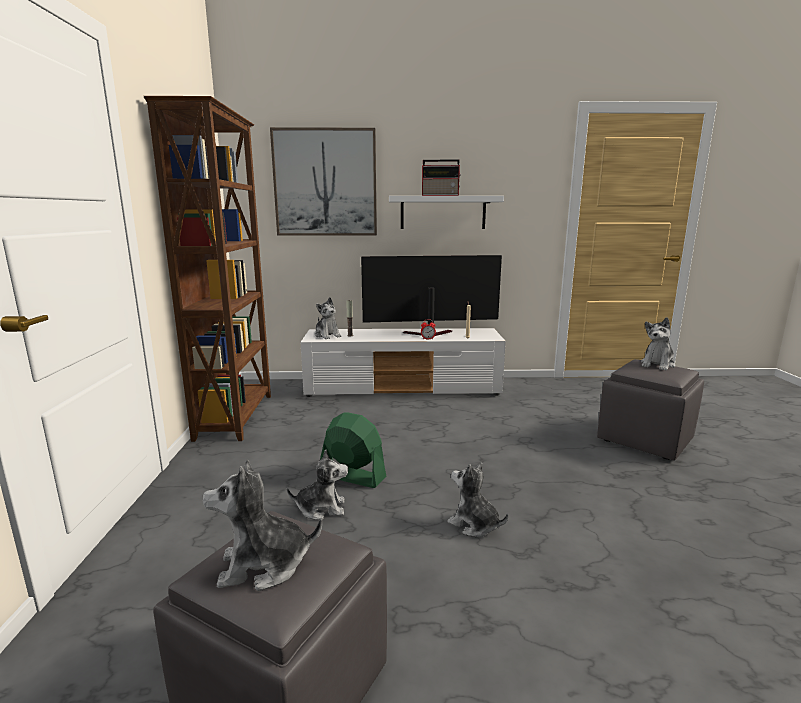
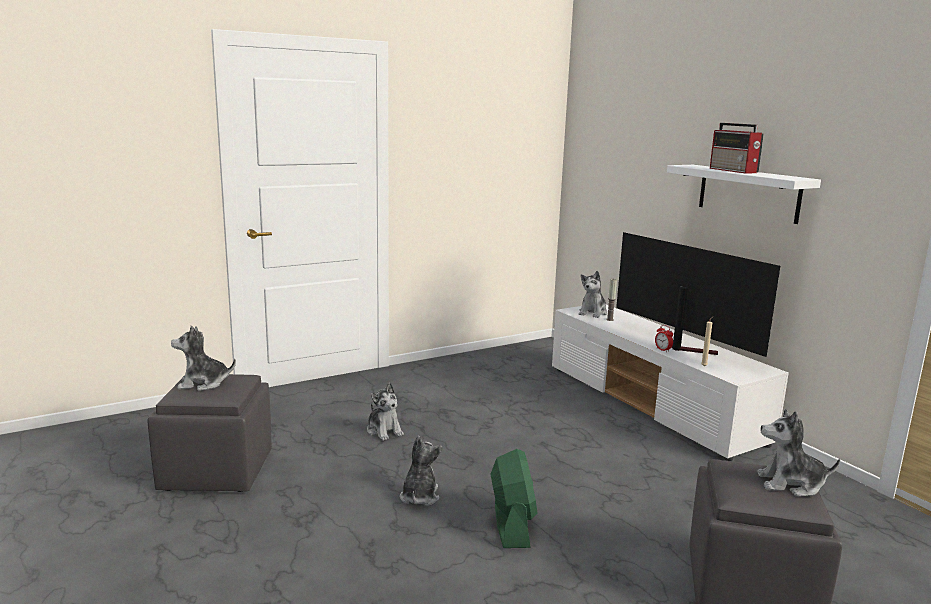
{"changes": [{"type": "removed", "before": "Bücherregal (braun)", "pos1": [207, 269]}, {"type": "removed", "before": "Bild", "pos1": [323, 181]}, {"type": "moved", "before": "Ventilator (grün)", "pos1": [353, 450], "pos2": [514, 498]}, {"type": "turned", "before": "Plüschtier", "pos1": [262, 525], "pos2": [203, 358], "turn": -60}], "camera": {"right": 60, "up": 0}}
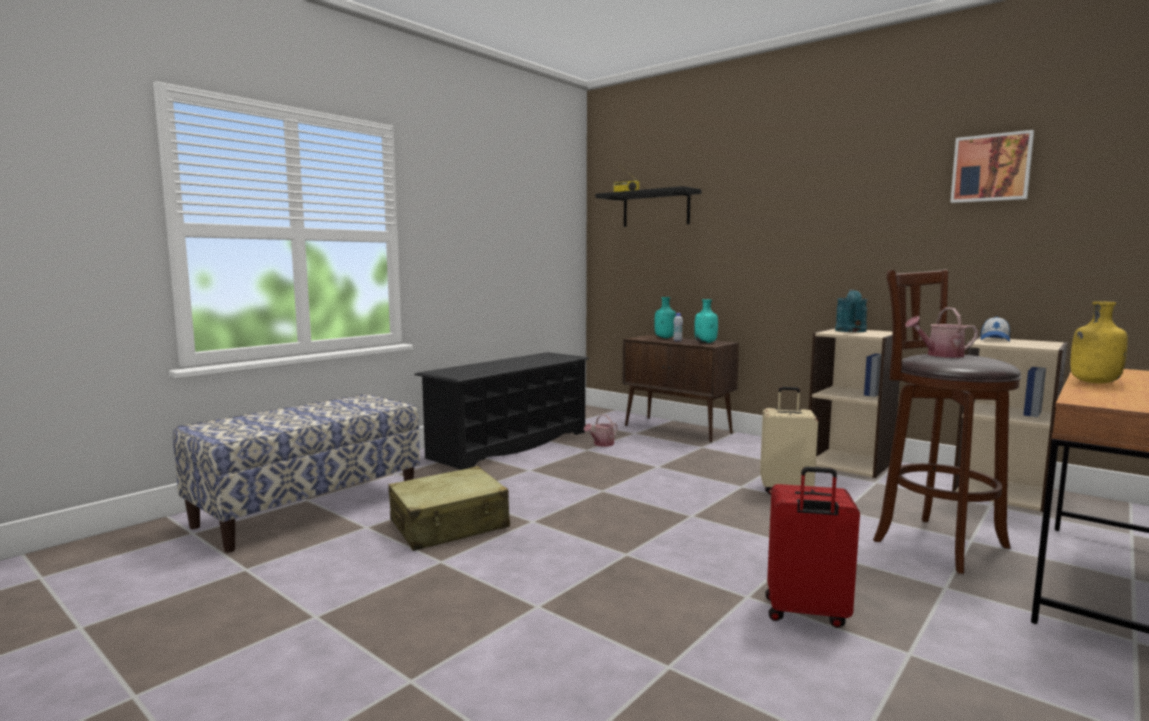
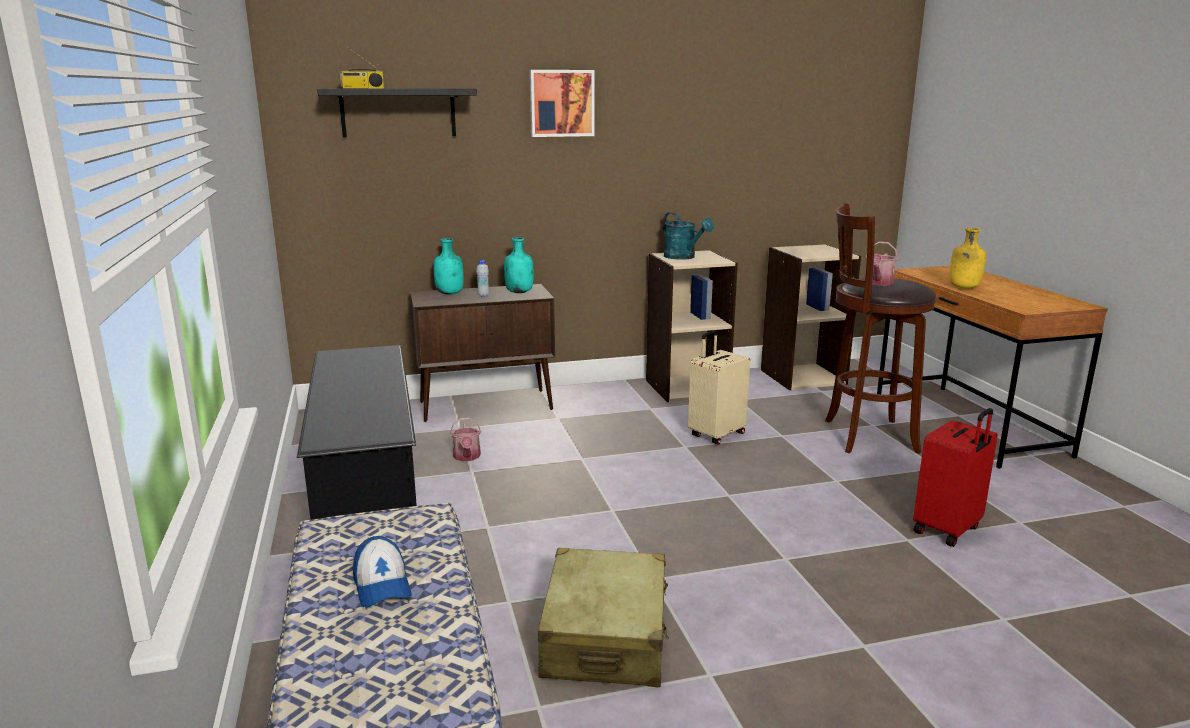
{"changes": [{"type": "moved", "before": "Bild", "pos1": [992, 166], "pos2": [561, 103]}, {"type": "moved", "before": "Kappe", "pos1": [995, 329], "pos2": [382, 572]}], "camera": {"right": -55, "up": 10}}
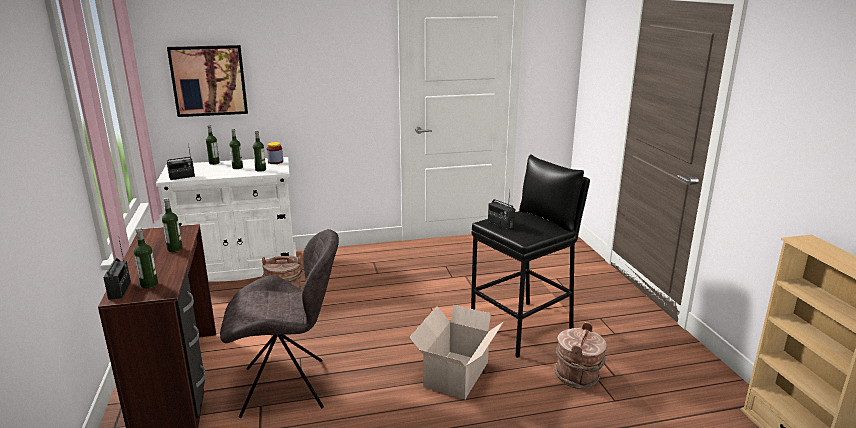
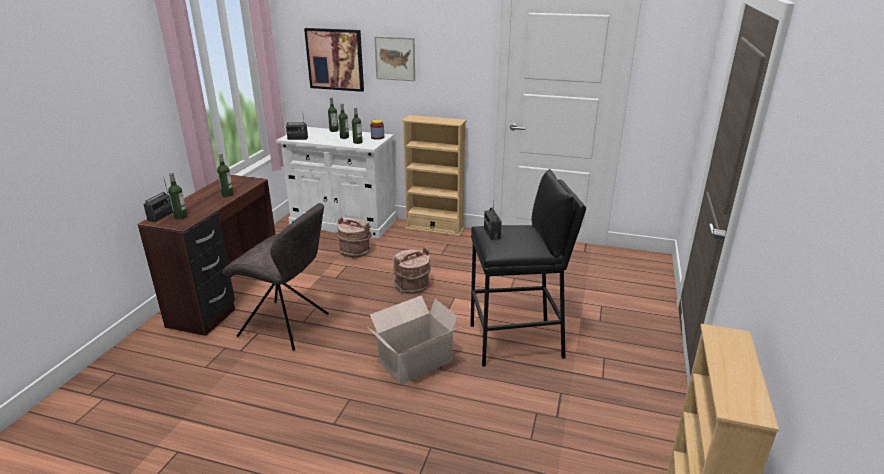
{"changes": [{"type": "moved", "before": "Eimer (braun)", "pos1": [580, 355], "pos2": [412, 270]}, {"type": "added", "after": "Bild", "pos2": [394, 58]}, {"type": "added", "after": "Bücherregal (beige)", "pos2": [434, 175]}], "camera": {"right": 30, "up": 5}}
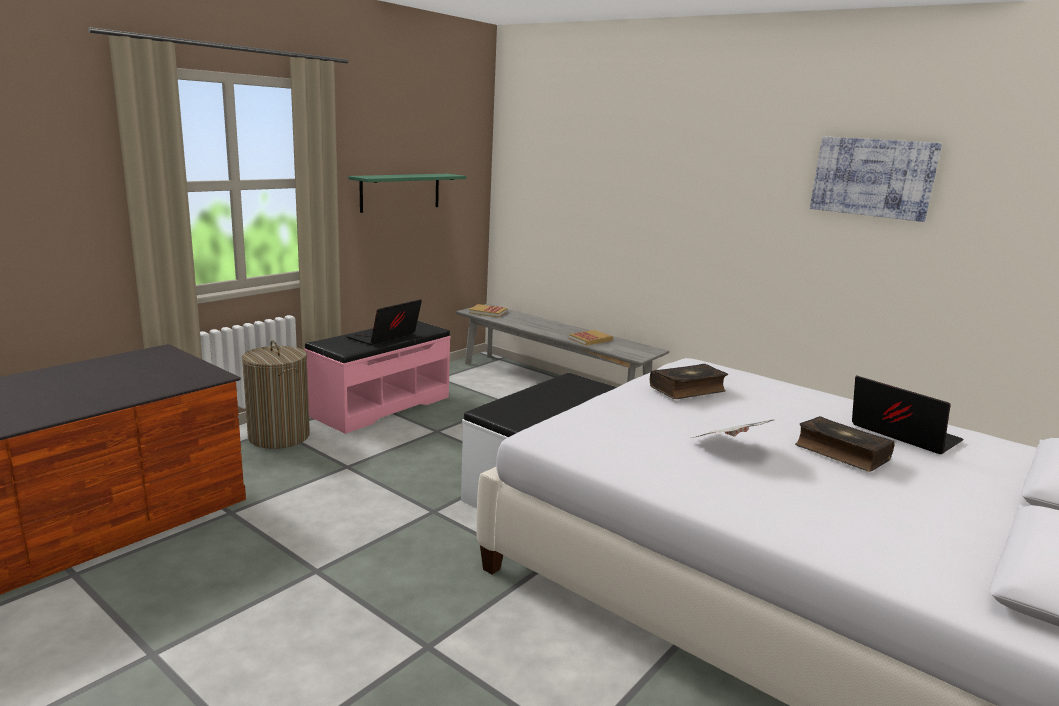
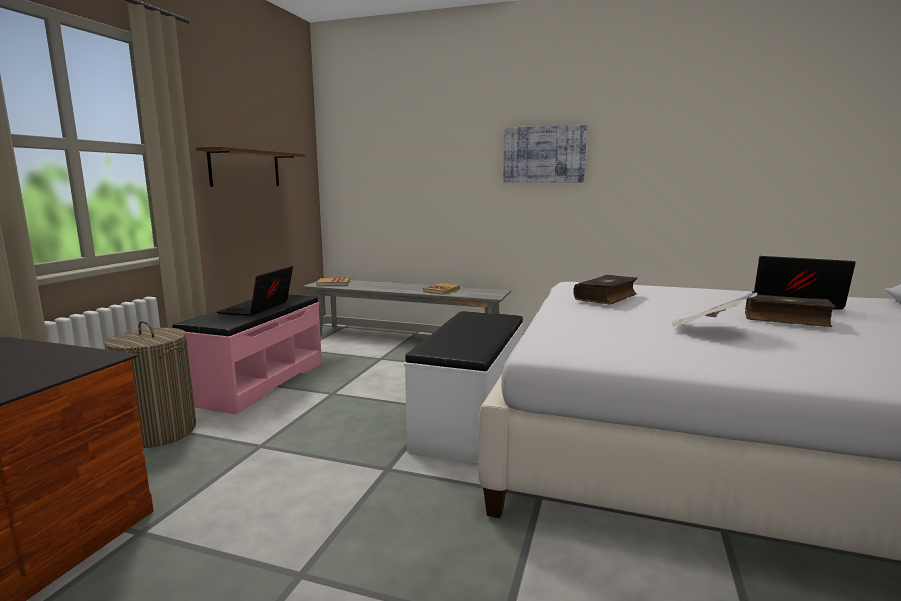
{"changes": [{"type": "moved", "before": "Bild", "pos1": [876, 179], "pos2": [545, 153]}, {"type": "recoloured", "before": "Wandregal (grün)", "after": "Wandregal (braun)", "pos1": [407, 193], "pos2": [250, 166]}], "camera": {"right": -20, "up": -5}}
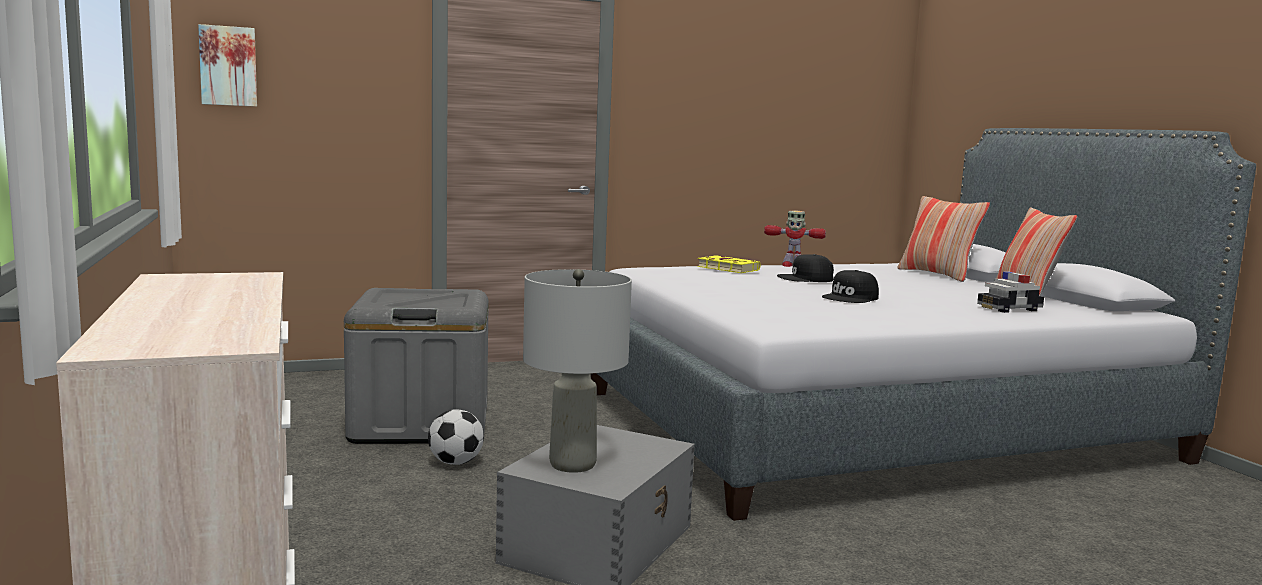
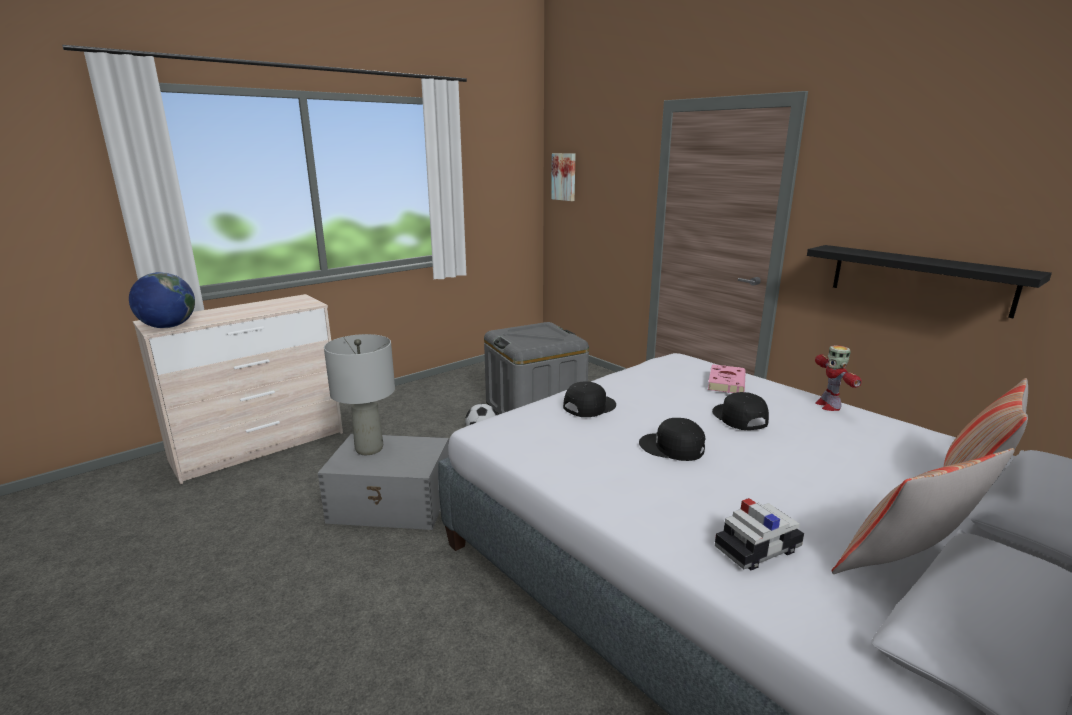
{"changes": [{"type": "recoloured", "before": "Buch (gelb)", "after": "Buch (rosa)", "pos1": [728, 264], "pos2": [727, 378]}, {"type": "turned", "before": "Spielzeugauto", "pos1": [1010, 292], "pos2": [759, 534], "turn": 105}, {"type": "added", "after": "Wandregal (schwarz)", "pos2": [929, 281]}, {"type": "added", "after": "Globus", "pos2": [162, 300]}, {"type": "added", "after": "Kappe (schwarz)", "pos2": [589, 399]}], "camera": {"right": 70, "up": 10}}
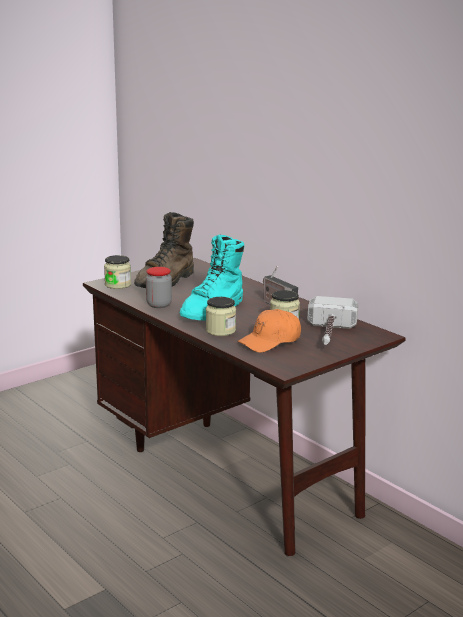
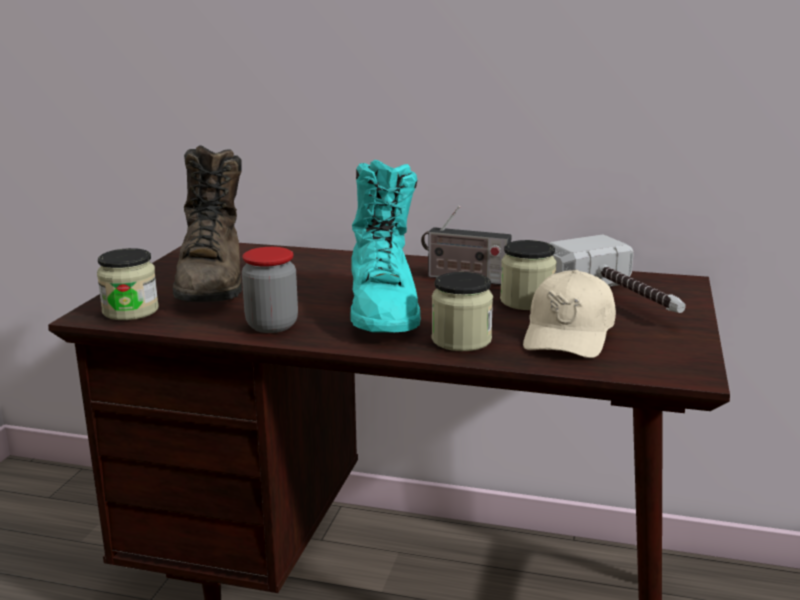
{"changes": [{"type": "recoloured", "before": "Kappe (orange)", "after": "Kappe (beige)", "pos1": [269, 331], "pos2": [569, 314]}], "camera": {"right": -35, "up": 0}}
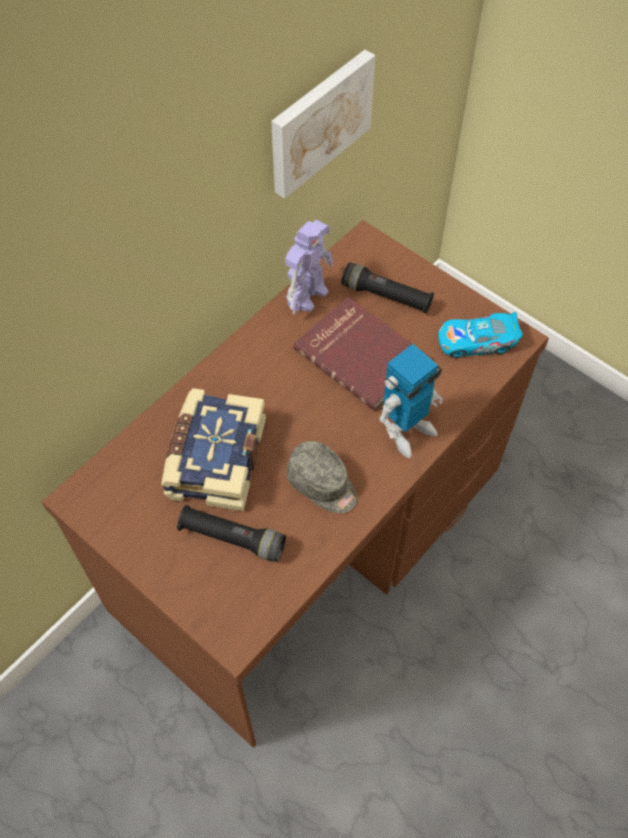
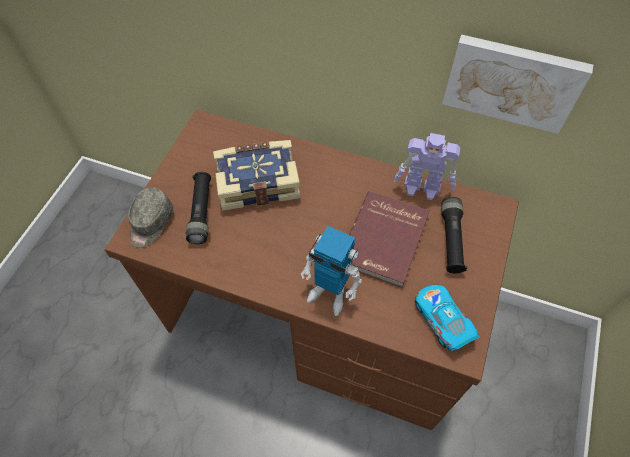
{"changes": [{"type": "moved", "before": "Kappe (grau)", "pos1": [322, 477], "pos2": [150, 217]}], "camera": {"right": 70, "up": 0}}
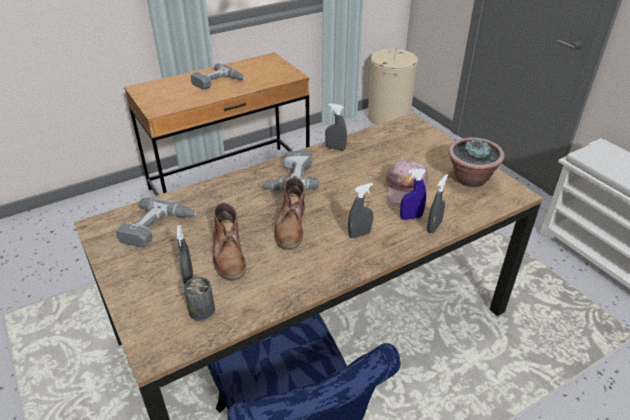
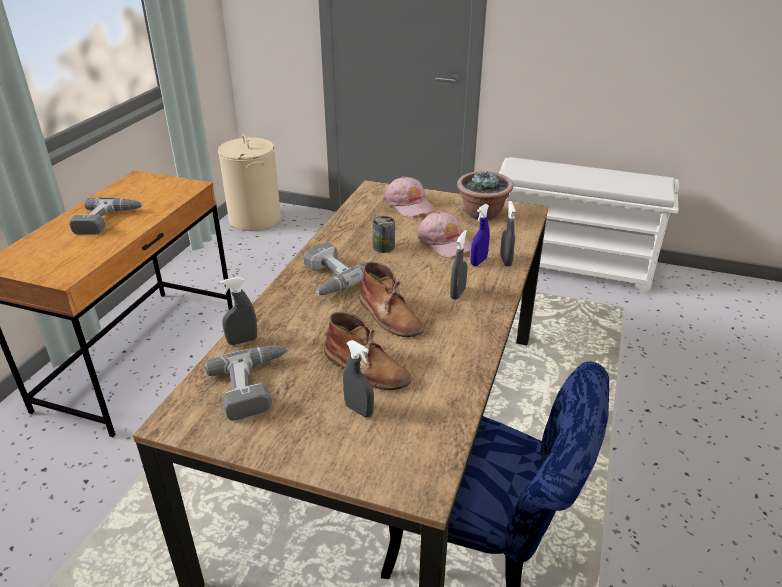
{"changes": [{"type": "moved", "before": "Sprühflasche (grau)", "pos1": [336, 127], "pos2": [238, 311]}, {"type": "moved", "before": "Dose", "pos1": [199, 299], "pos2": [383, 234]}, {"type": "added", "after": "Kappe (rosa)", "pos2": [409, 197]}], "camera": {"right": -40, "up": -5}}
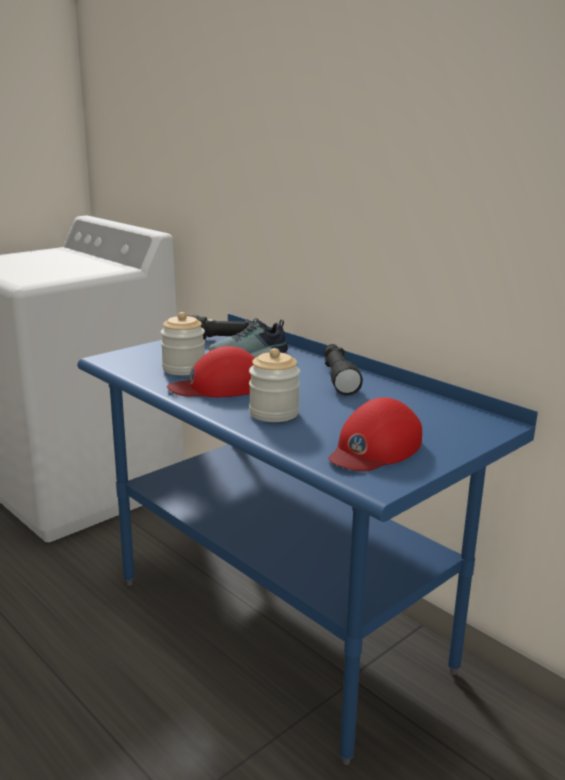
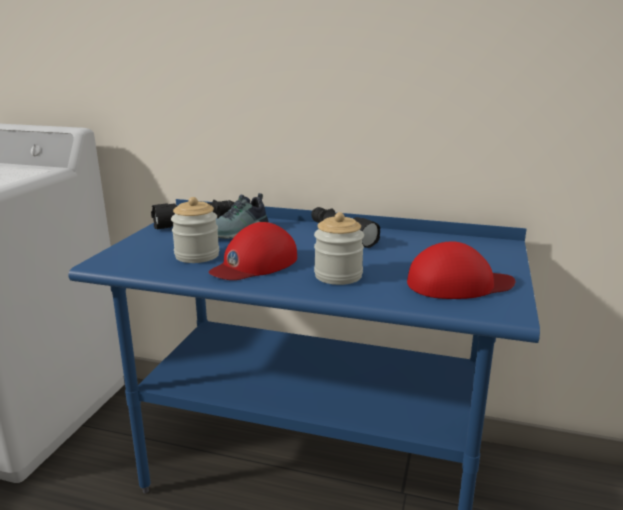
{"changes": [{"type": "turned", "before": "Kappe (rot)", "pos1": [375, 434], "pos2": [461, 270], "turn": -105}], "camera": {"right": -30, "up": 0}}
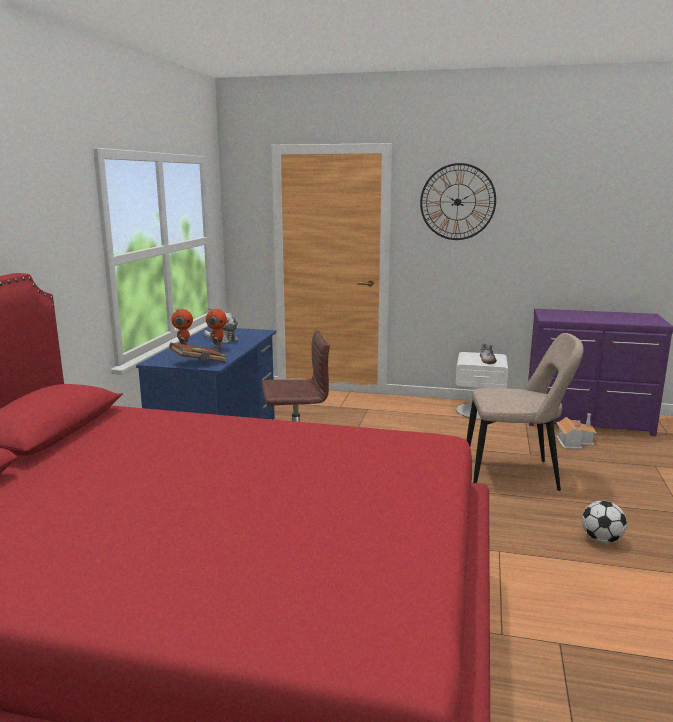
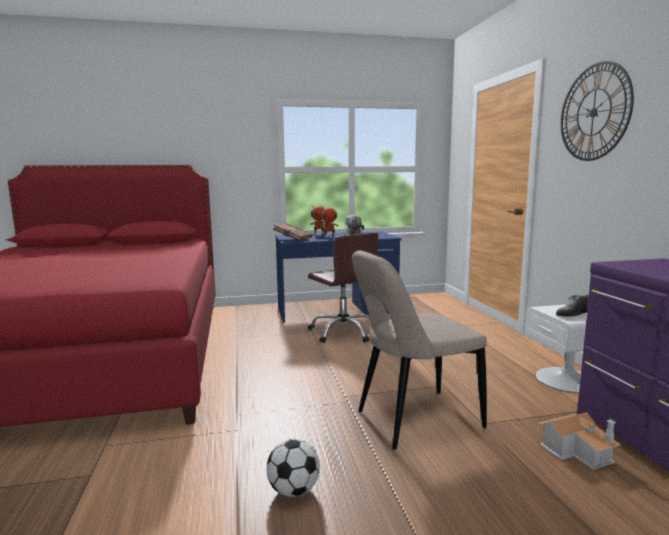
{"changes": [{"type": "turned", "before": "Stuhl (beige)", "pos1": [525, 412], "pos2": [419, 350], "turn": 90}], "camera": {"right": 65, "up": -5}}
